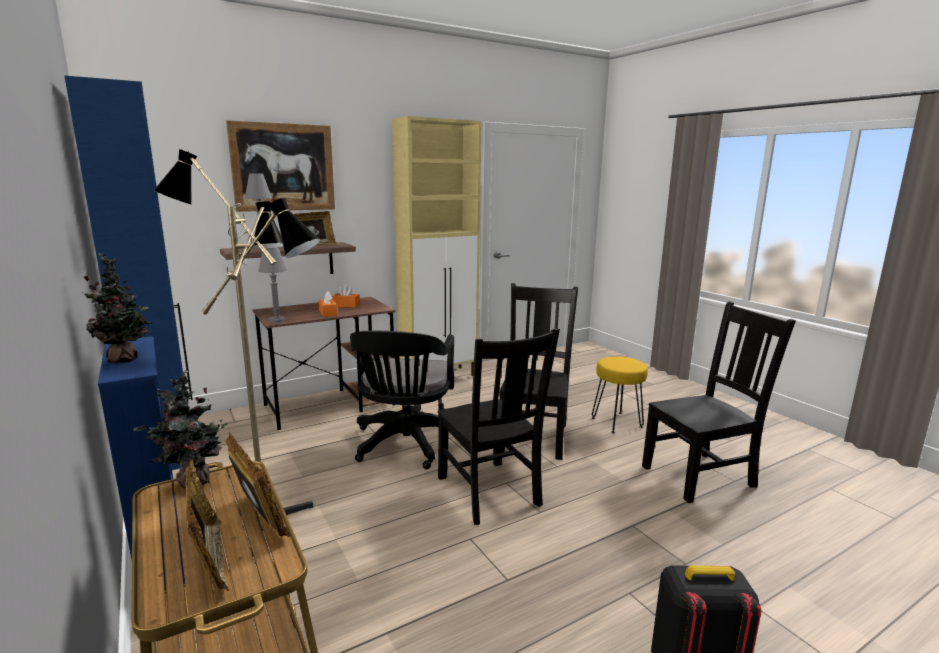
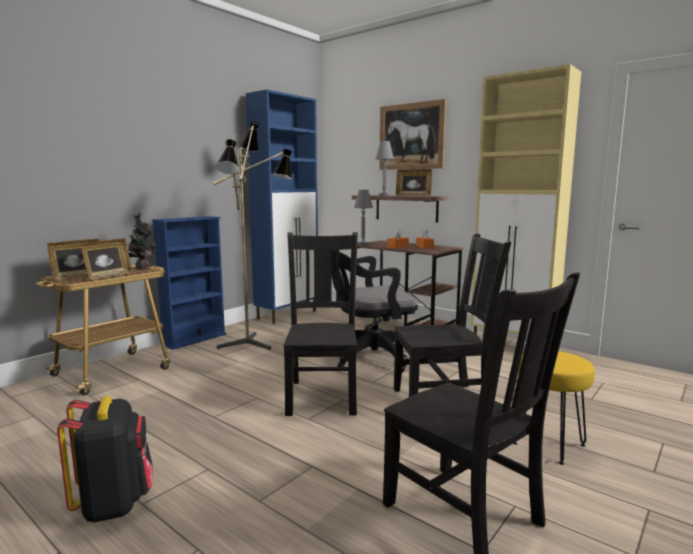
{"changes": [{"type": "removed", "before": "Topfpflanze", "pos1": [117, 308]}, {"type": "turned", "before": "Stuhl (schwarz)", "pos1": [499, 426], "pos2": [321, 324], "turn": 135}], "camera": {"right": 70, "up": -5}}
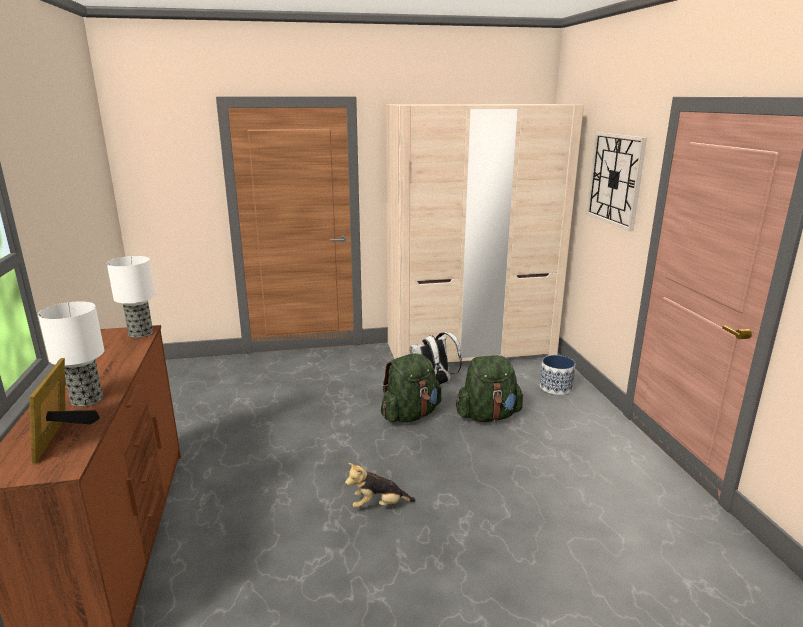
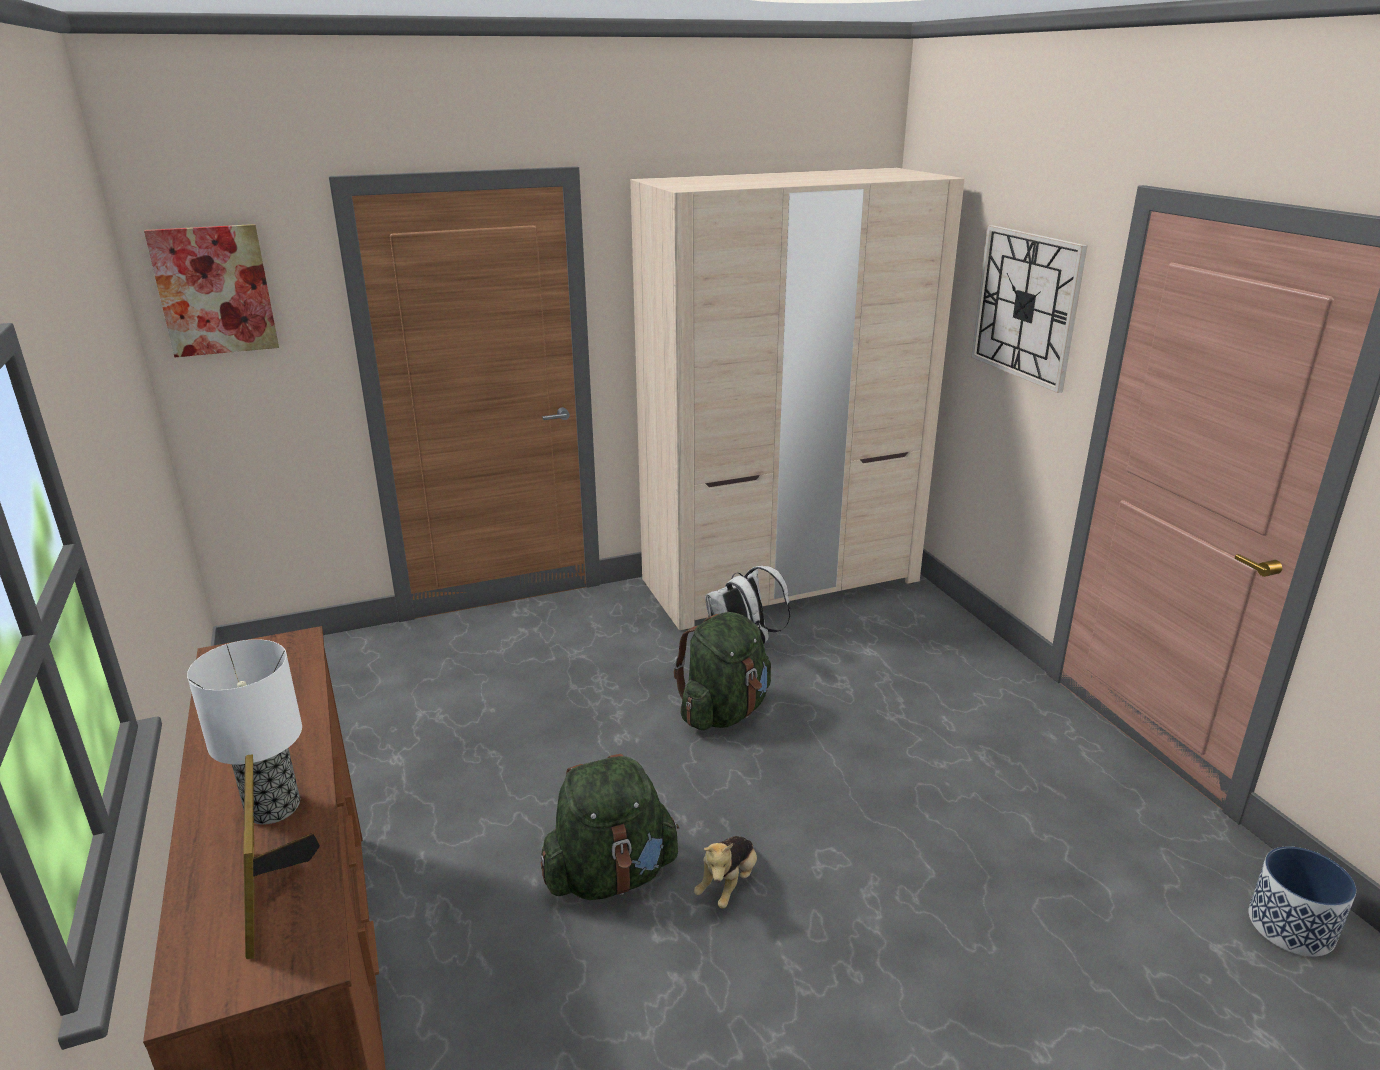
{"changes": [{"type": "removed", "before": "Tischlampe", "pos1": [131, 297]}, {"type": "moved", "before": "Rucksack (grün)", "pos1": [490, 388], "pos2": [609, 827]}, {"type": "moved", "before": "Pflanzkübel", "pos1": [557, 375], "pos2": [1302, 901]}, {"type": "turned", "before": "Plüschtier", "pos1": [380, 485], "pos2": [725, 872], "turn": -45}, {"type": "added", "after": "Bild", "pos2": [211, 290]}], "camera": {"right": -10, "up": 5}}
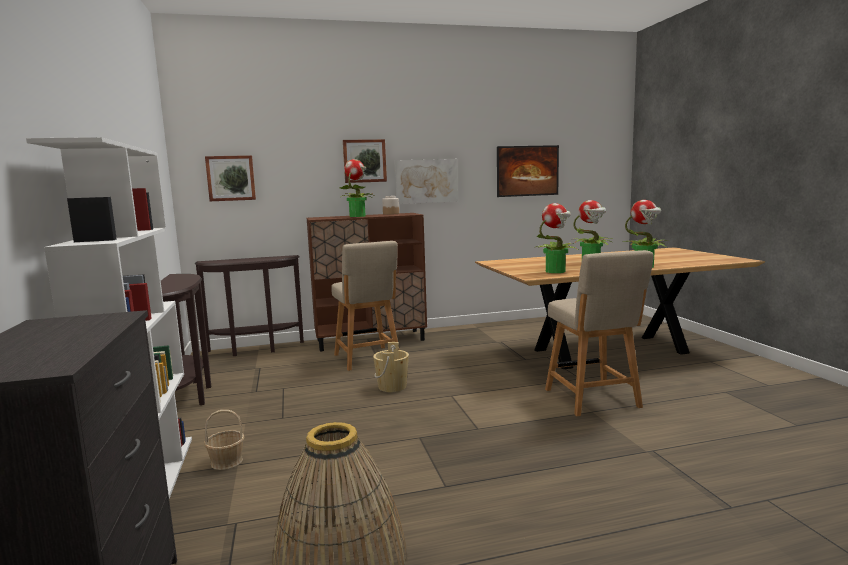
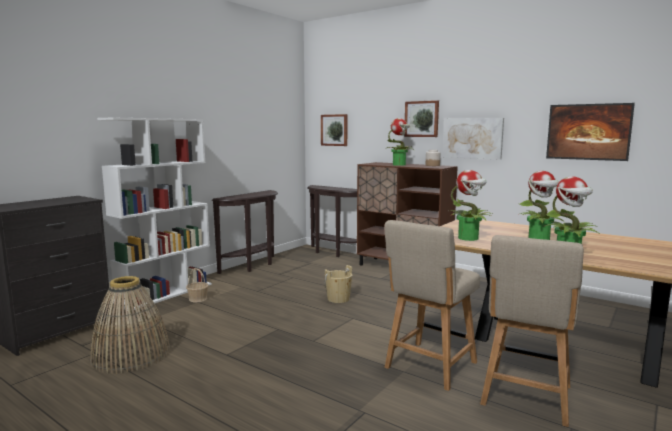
{"changes": [{"type": "moved", "before": "Stuhl (beige)", "pos1": [364, 306], "pos2": [532, 331]}], "camera": {"right": 50, "up": 0}}
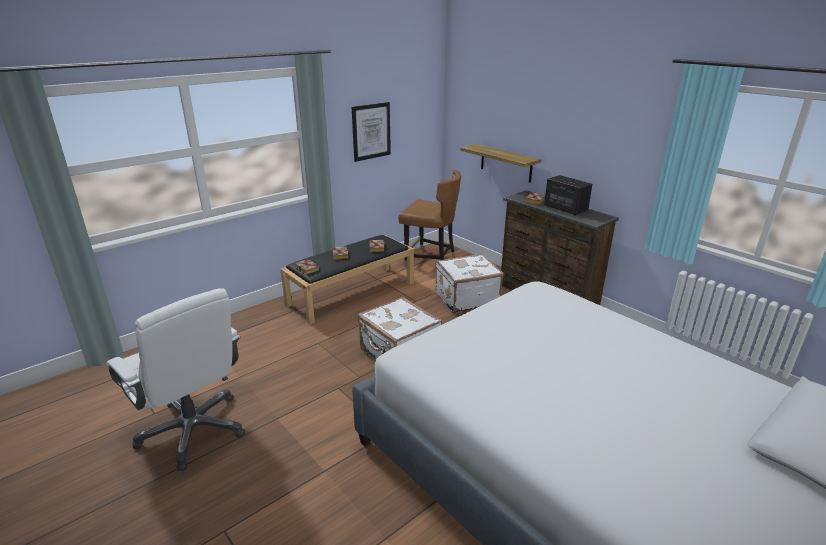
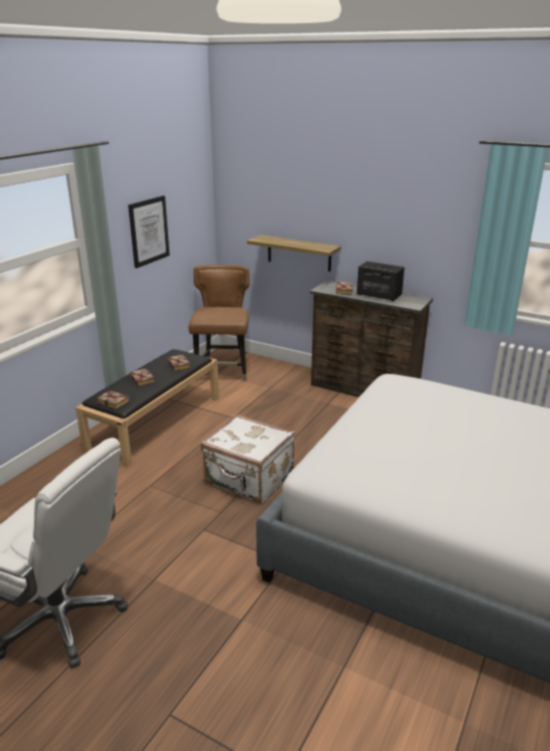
{"changes": [{"type": "turned", "before": "Stuhl (braun)", "pos1": [429, 218], "pos2": [219, 323], "turn": -90}, {"type": "removed", "before": "Koffer (weiß)", "pos1": [470, 283]}], "camera": {"right": -20, "up": 0}}
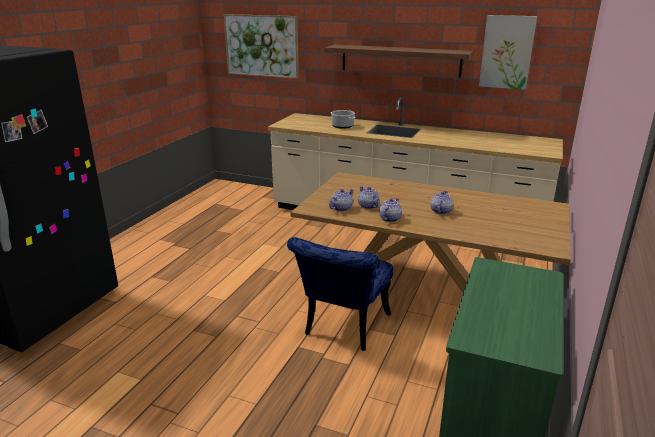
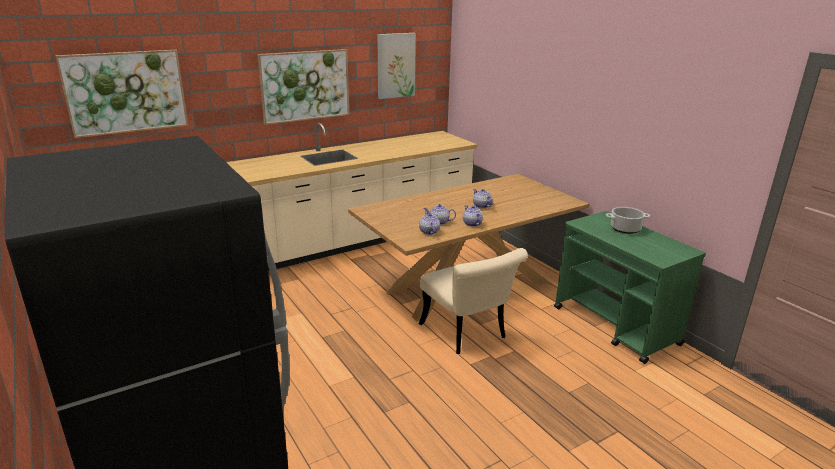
{"changes": [{"type": "replaced", "before": "Wandregal", "after": "Bild", "pos1": [399, 61], "pos2": [303, 87]}, {"type": "moved", "before": "Kochtopf", "pos1": [343, 119], "pos2": [628, 220]}, {"type": "recoloured", "before": "Stuhl (blau)", "after": "Stuhl (beige)", "pos1": [340, 294], "pos2": [473, 301]}], "camera": {"right": -55, "up": 0}}
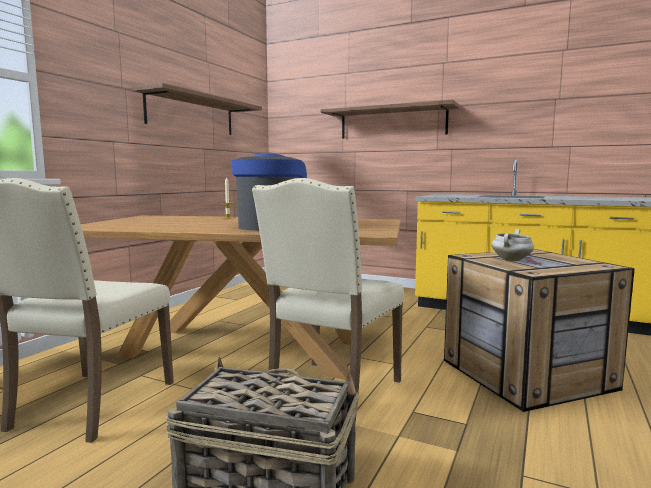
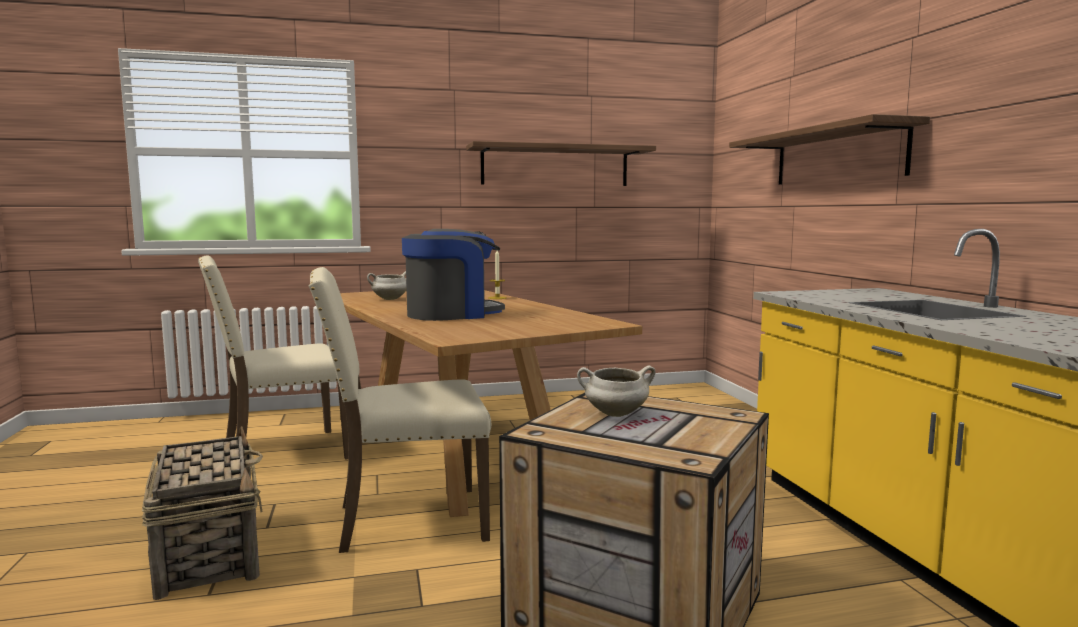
{"changes": [{"type": "added", "after": "Kochtopf (weiß)", "pos2": [387, 285]}], "camera": {"right": 50, "up": 0}}
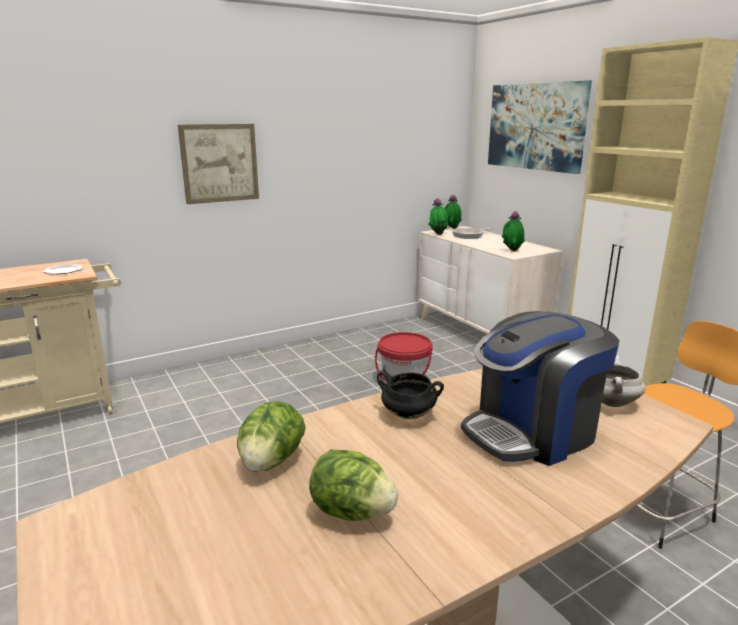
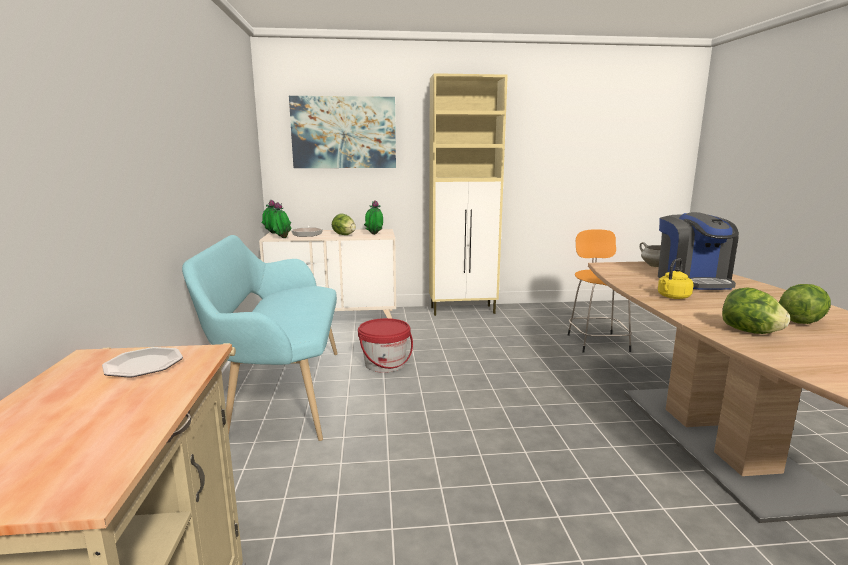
{"changes": [{"type": "removed", "before": "Bild", "pos1": [218, 164]}, {"type": "replaced", "before": "Kochtopf (schwarz)", "after": "Wasserkessel (gelb)", "pos1": [410, 395], "pos2": [676, 278]}, {"type": "added", "after": "Salatkopf", "pos2": [344, 224]}, {"type": "added", "after": "Bank (türkis)", "pos2": [260, 338]}], "camera": {"right": -65, "up": -5}}
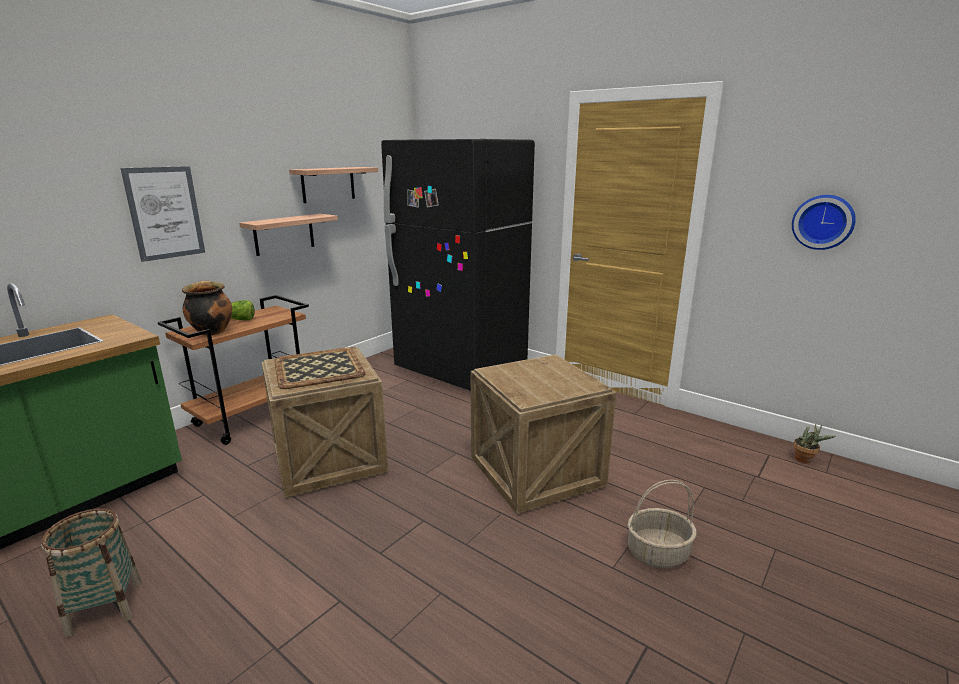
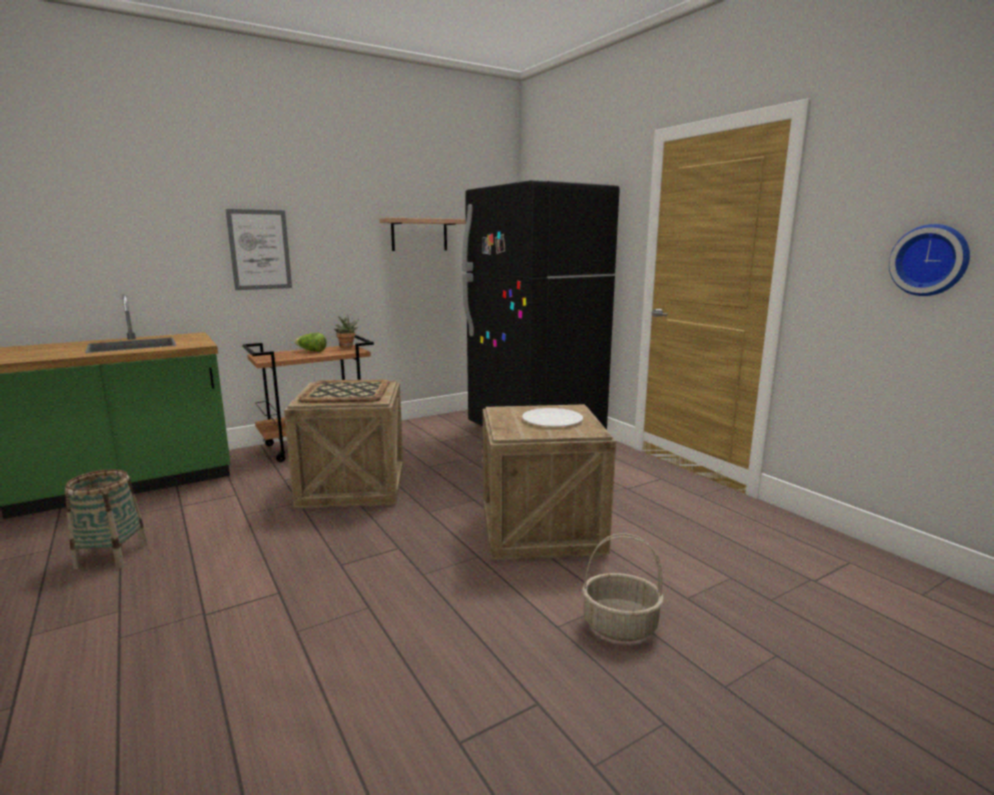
{"changes": [{"type": "removed", "before": "Wandregal", "pos1": [288, 235]}, {"type": "removed", "before": "Kochtopf", "pos1": [207, 308]}, {"type": "moved", "before": "Topfpflanze", "pos1": [814, 443], "pos2": [346, 331]}, {"type": "added", "after": "Teller (weiß)", "pos2": [552, 417]}], "camera": {"right": 20, "up": -5}}
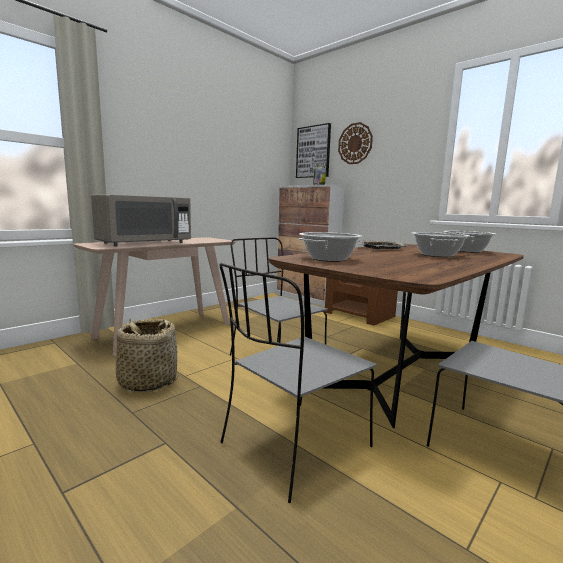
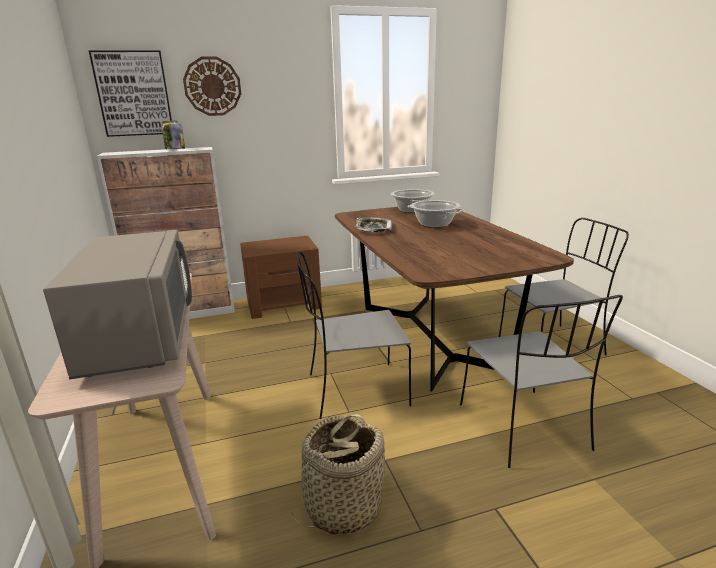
{"changes": [{"type": "removed", "before": "Kochtopf", "pos1": [330, 247]}], "camera": {"right": -60, "up": 10}}
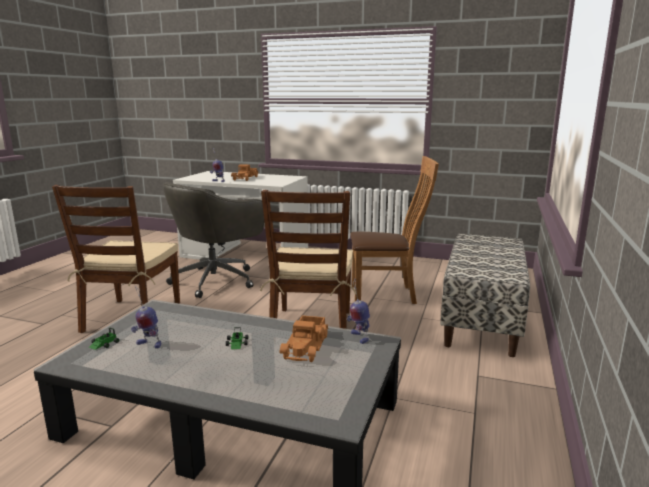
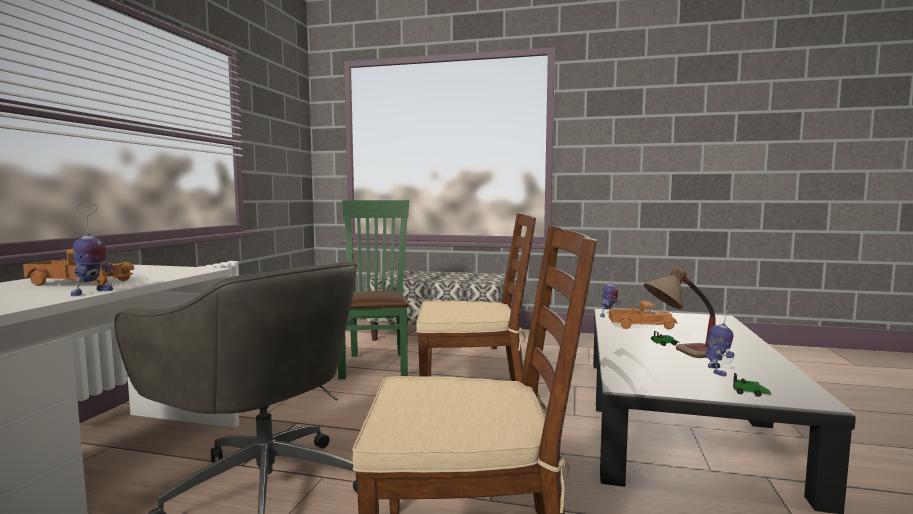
{"changes": [{"type": "recoloured", "before": "Stuhl (braun)", "after": "Stuhl (grün)", "pos1": [394, 230], "pos2": [373, 289]}, {"type": "added", "after": "Tischlampe", "pos2": [679, 312]}], "camera": {"right": -95, "up": -10}}
